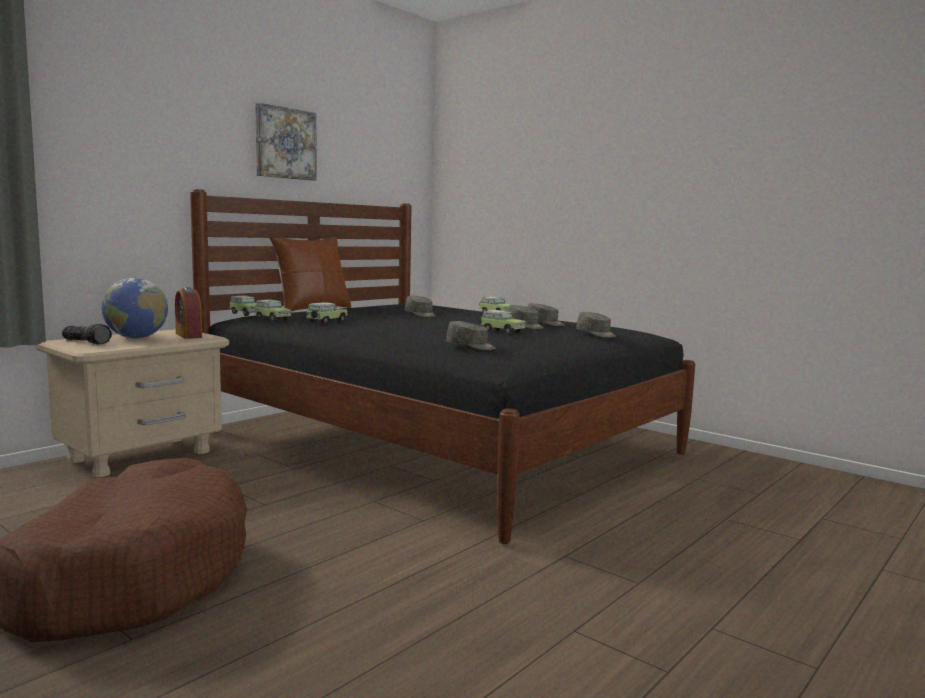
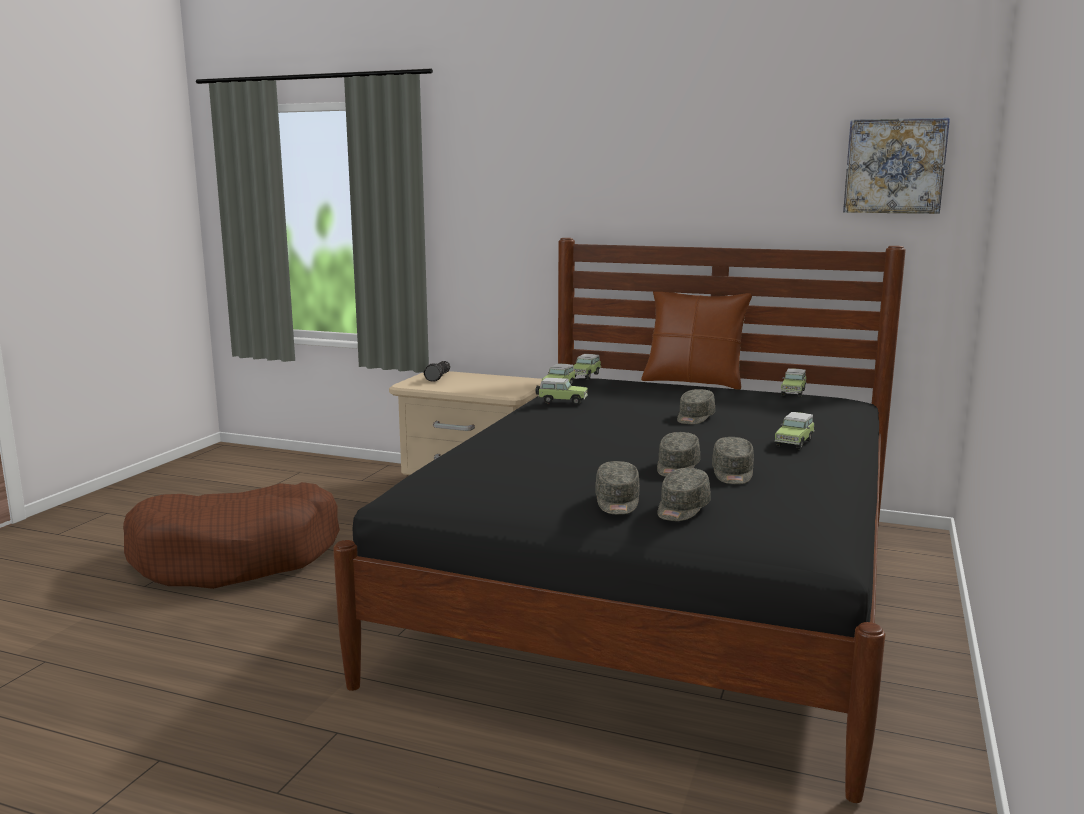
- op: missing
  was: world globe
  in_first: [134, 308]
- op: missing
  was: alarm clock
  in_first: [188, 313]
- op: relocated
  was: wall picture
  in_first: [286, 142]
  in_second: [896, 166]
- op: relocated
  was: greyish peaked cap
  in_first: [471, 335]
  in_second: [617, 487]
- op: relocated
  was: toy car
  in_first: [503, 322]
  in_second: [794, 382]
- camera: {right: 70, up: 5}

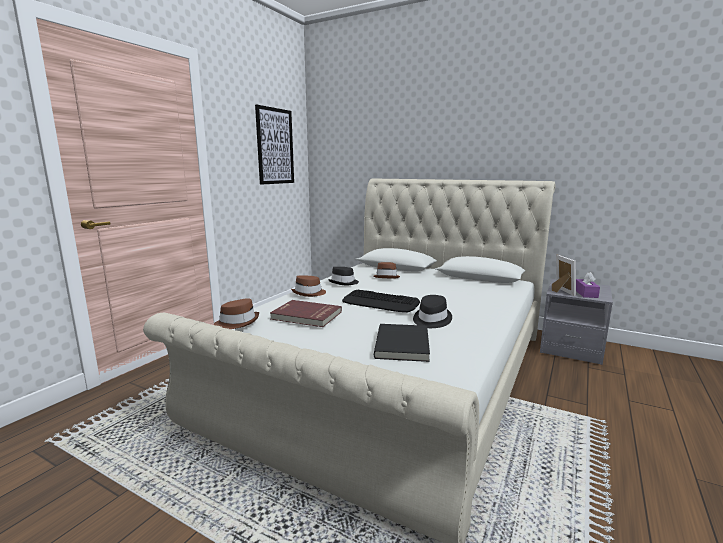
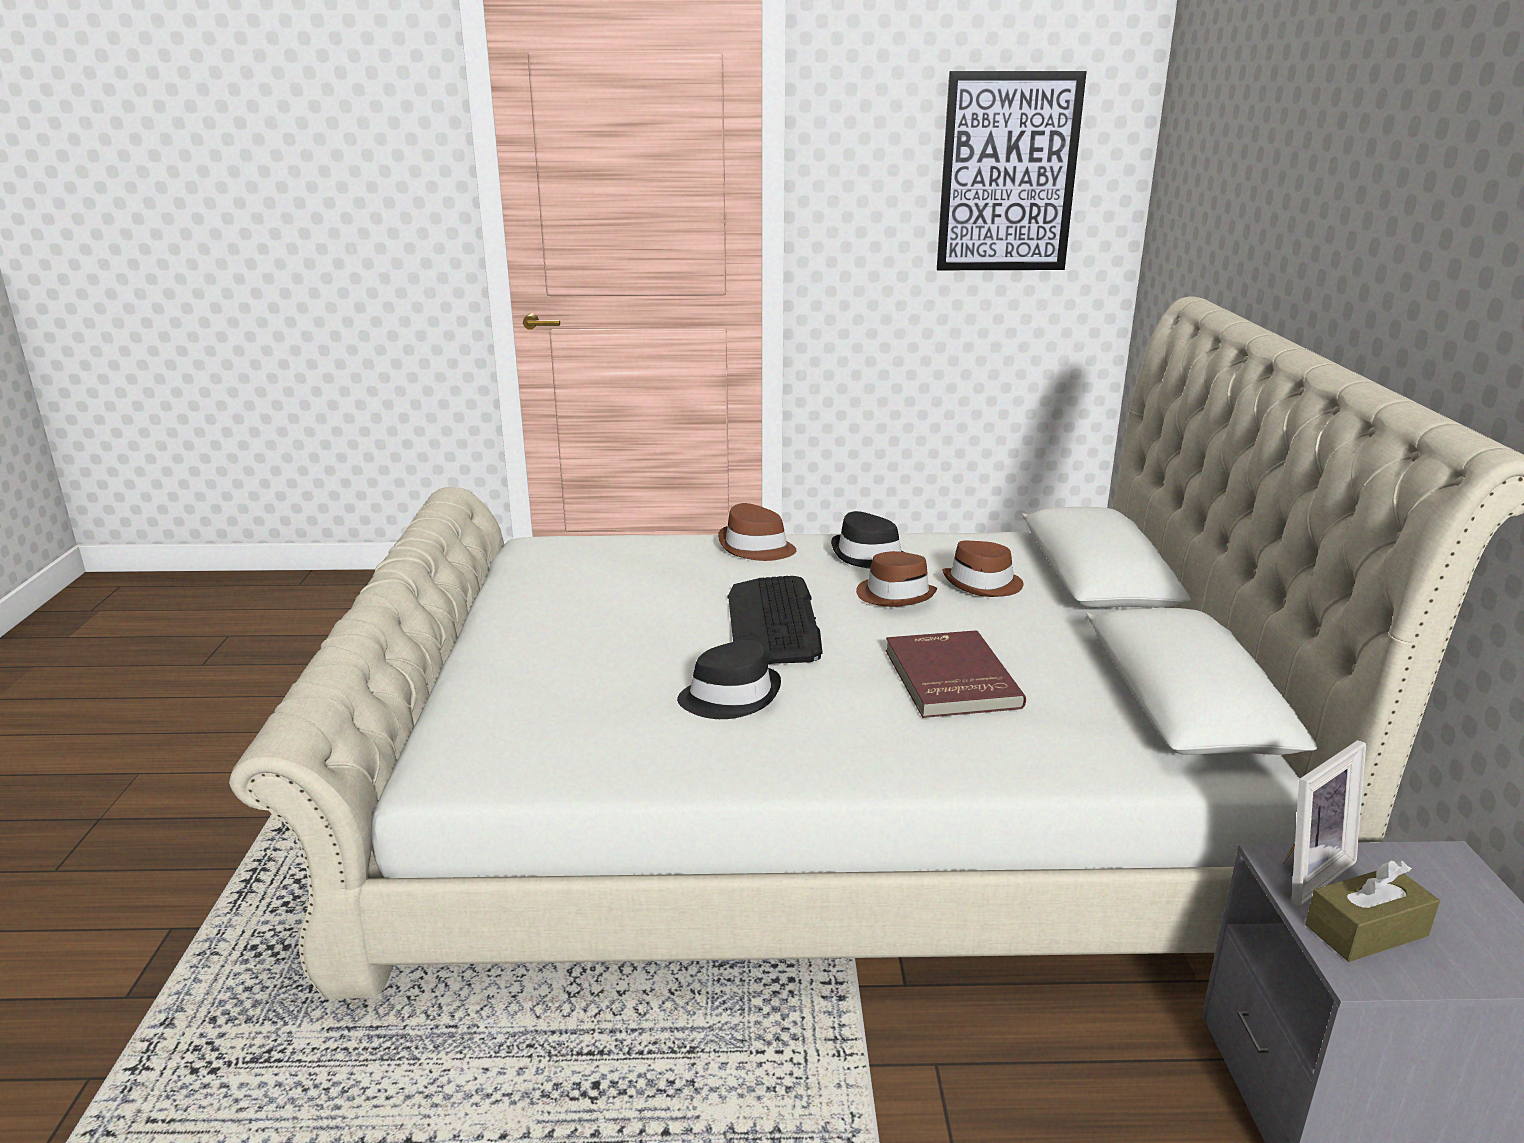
- op: relocated
  was: brown clothing hat
  in_first: [236, 313]
  in_second: [896, 579]
- op: relocated
  was: red-coloured bound book
  in_first: [306, 313]
  in_second: [956, 674]
- op: missing
  was: black-coloured bound book
  in_first: [402, 343]
- op: colour
  was: purplish tissue box
  now: brown tissue box
  in_first: [588, 285]
  in_second: [1372, 911]
- camera: {right: 60, up: 10}

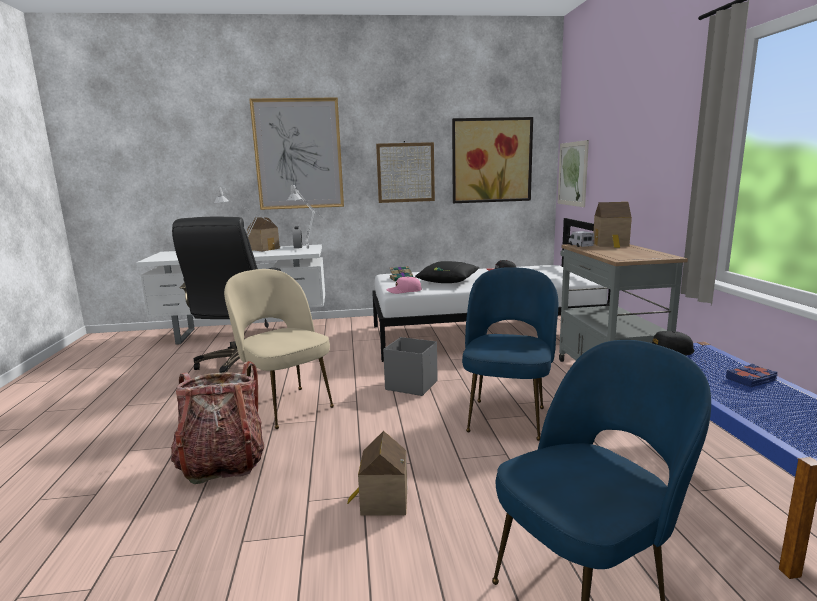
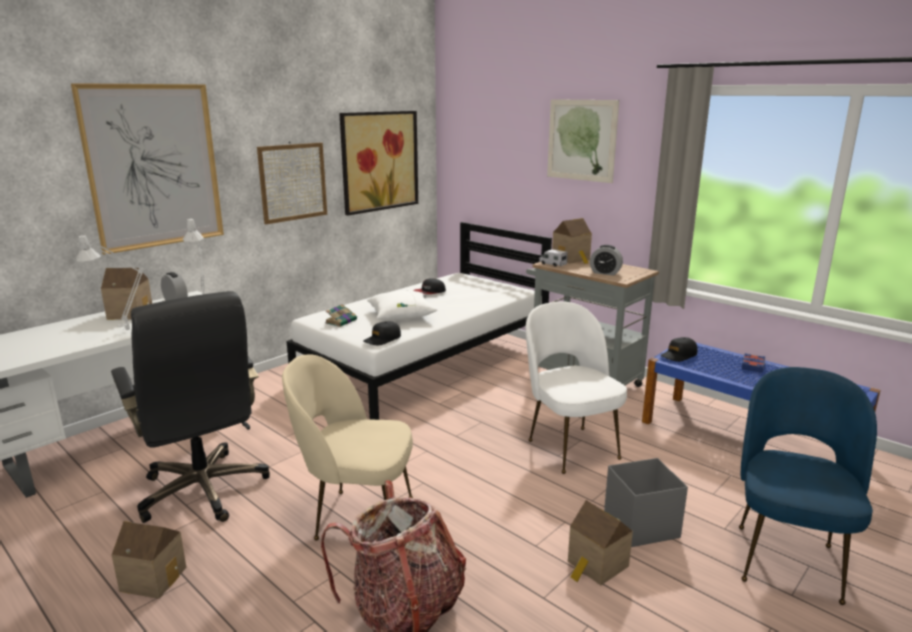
- op: relocated
  was: greyish storage bin
  in_first: [410, 366]
  in_second: [646, 502]
- op: colour
  was: pink peaked cap
  now: black-coloured peaked cap
  in_first: [404, 285]
  in_second: [382, 333]
- op: colour
  was: black-coloured cushion
  now: whitish cushion
  in_first: [447, 272]
  in_second: [402, 306]
- op: colour
  was: blue chair
  now: whitish chair
  in_first: [510, 354]
  in_second: [576, 387]
- op: relocated
  was: wall picture
  in_first: [573, 173]
  in_second: [583, 141]
- op: appeared
  now: toy house
  in_second: [149, 560]
- op: appeared
  now: alarm clock
  in_second: [606, 260]
- camera: {right: -40, up: 5}

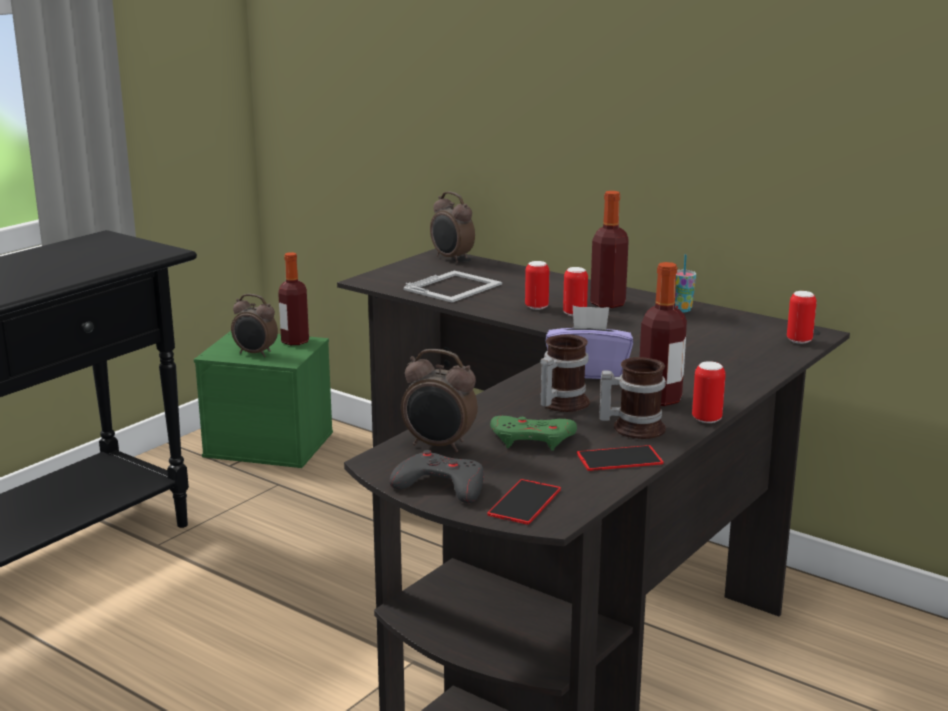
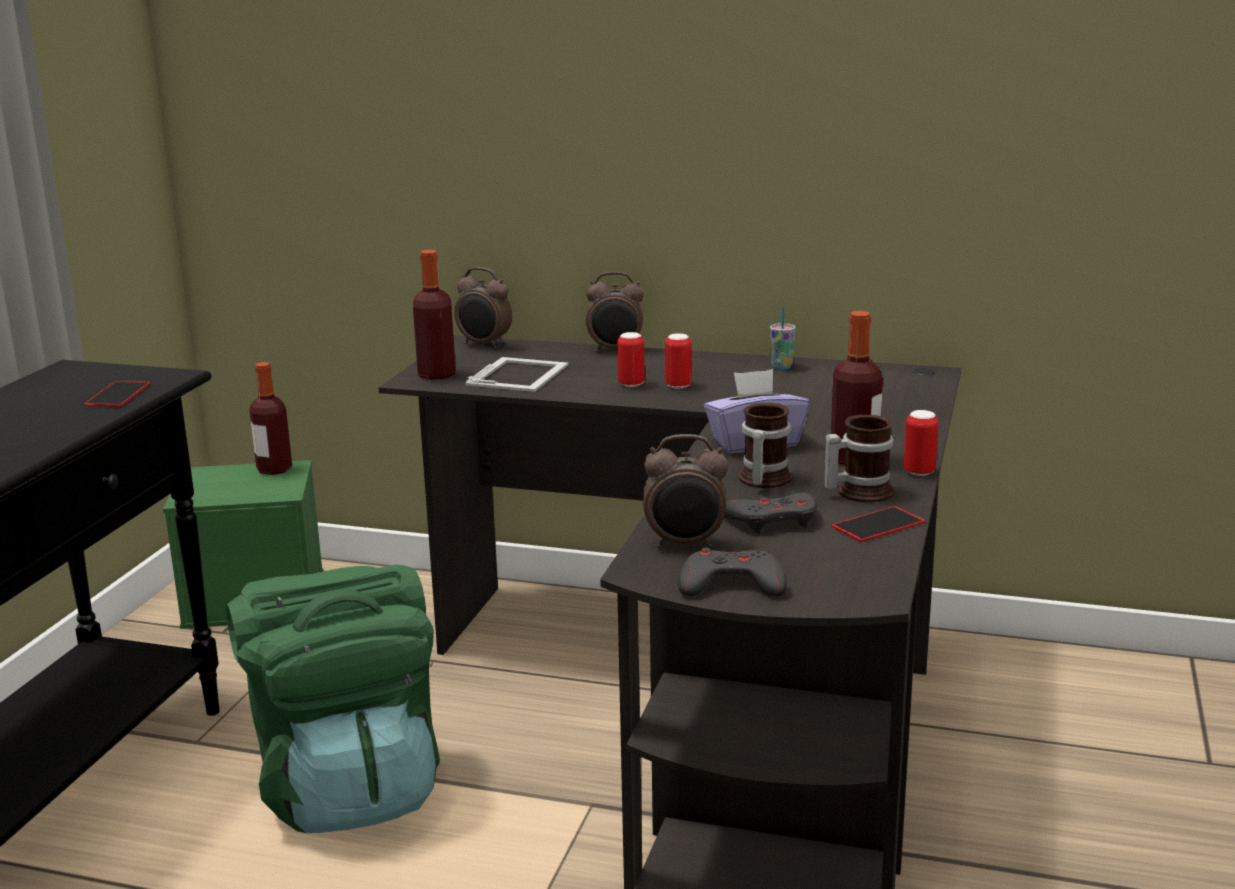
- op: relocated
  was: alarm clock
  in_first: [254, 325]
  in_second: [615, 312]
- op: relocated
  was: handset
  in_first: [524, 502]
  in_second: [117, 393]
- op: colour
  was: greenish game controller
  now: greyish game controller
  in_first: [533, 433]
  in_second: [770, 513]
- op: relocated
  was: bottle
  in_first: [609, 249]
  in_second: [434, 315]
- op: missing
  was: metal can
  in_first: [802, 317]
- op: appeared
  now: greenish rucksack
  in_second: [333, 699]
- camera: {right: -20, up: 0}

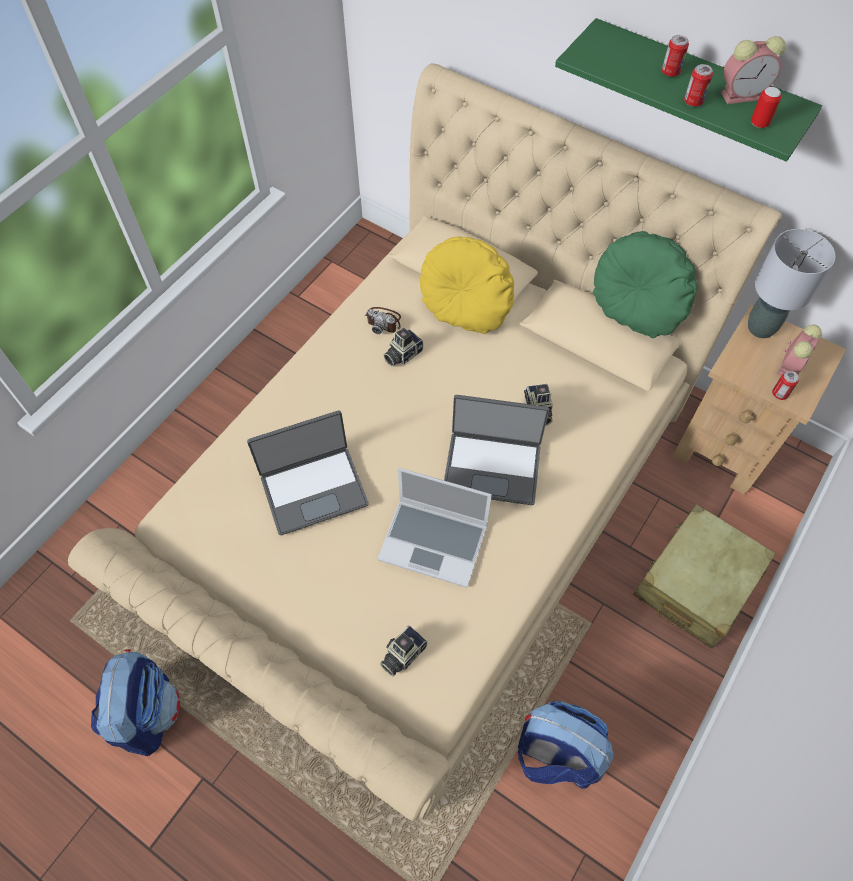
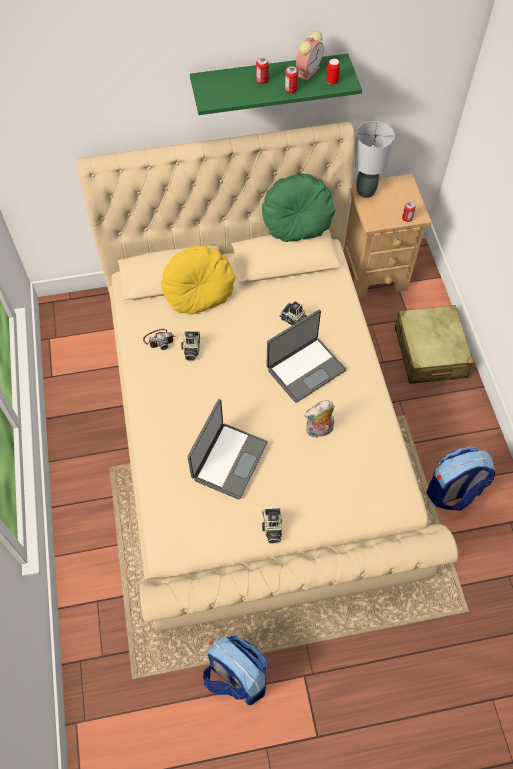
- op: exchanged
  was: portable computer
  now: plush toy
  in_first: [434, 528]
  in_second: [319, 419]
- op: relocated
  was: photo camera
  in_first: [403, 651]
  in_second: [272, 526]
- op: missing
  was: alarm clock
  in_first: [799, 350]
- camera: {right: -45, up: 0}

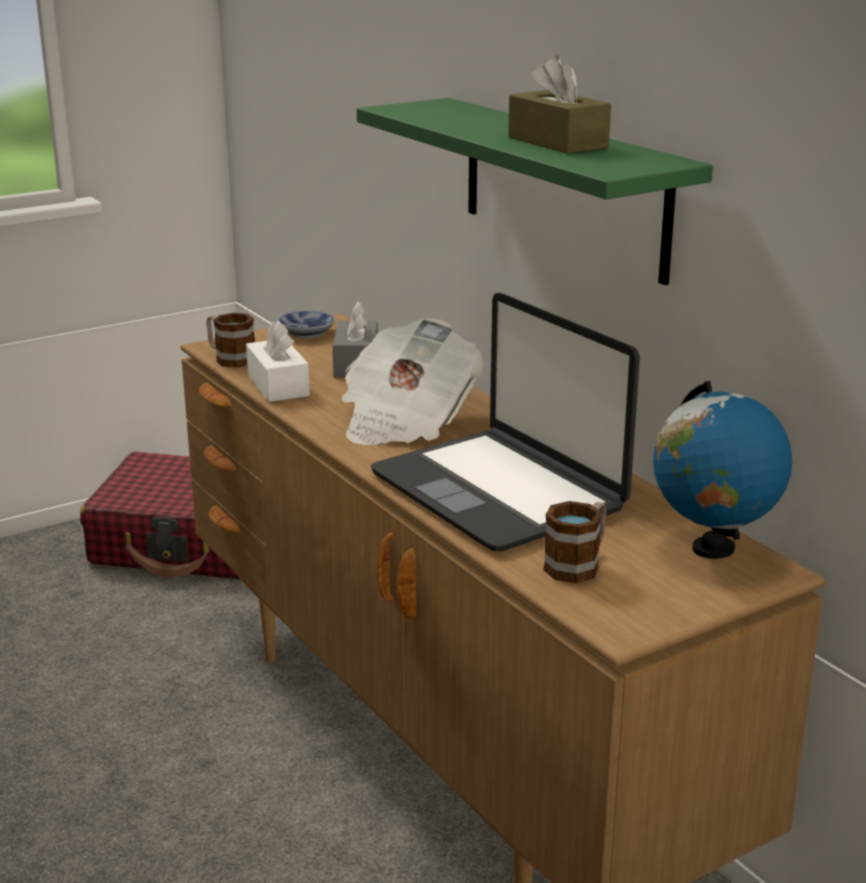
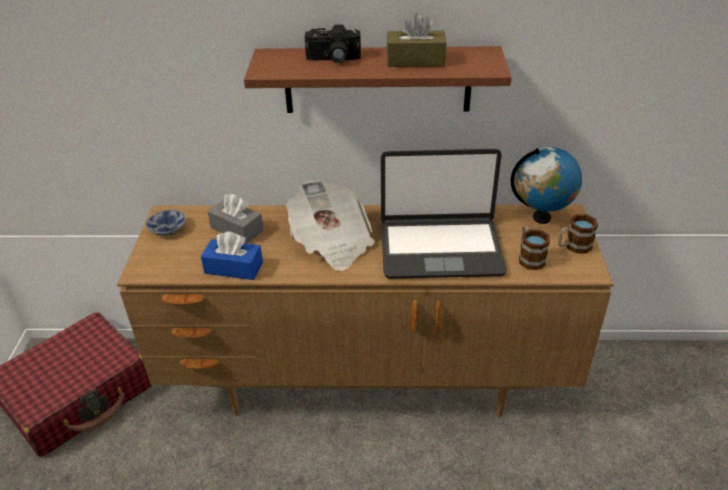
- op: relocated
  was: mug
  in_first: [230, 340]
  in_second: [578, 234]
- op: colour
  was: whitish tissue box
  now: blue tissue box
  in_first: [278, 361]
  in_second: [232, 255]
- op: colour
  was: greenish wall shelf
  now: brown wall shelf
  in_first: [535, 191]
  in_second: [378, 79]
- op: appeared
  now: photo camera
  in_second: [333, 43]
- camera: {right: -55, up: 15}

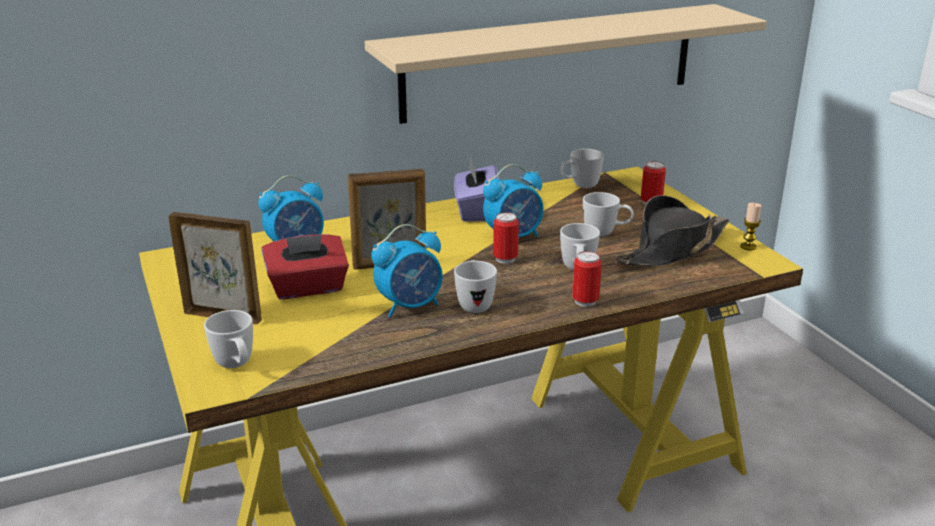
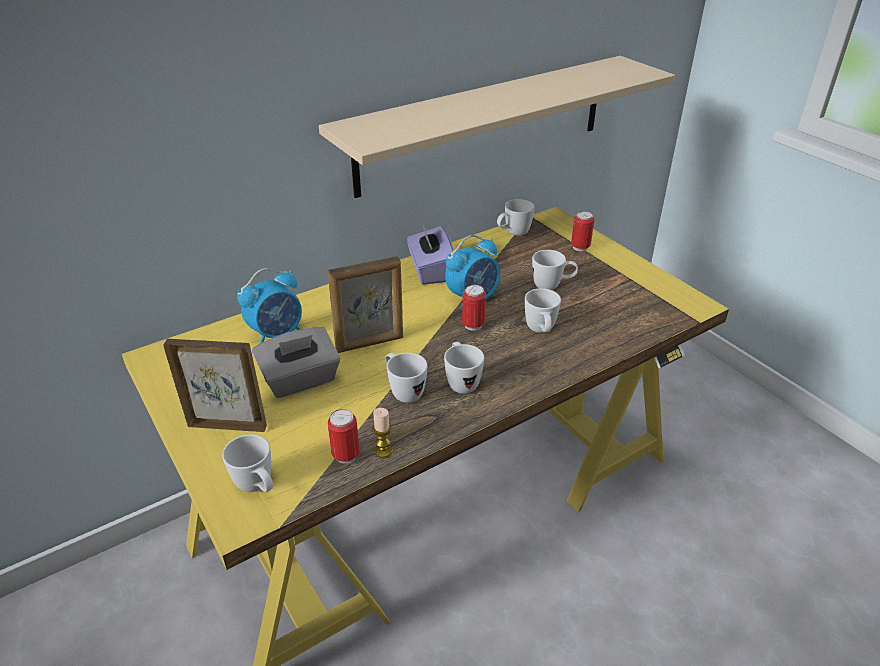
- op: colour
  was: red-coloured tissue box
  now: greyish tissue box
  in_first: [305, 266]
  in_second: [296, 362]
- op: exchanged
  was: alarm clock
  now: whitish mug
  in_first: [407, 270]
  in_second: [406, 378]
- op: relocated
  was: metal can
  in_first: [587, 279]
  in_second: [344, 436]
- op: missing
  was: black-coloured clothing hat
  in_first: [672, 231]
- op: relocated
  was: candle
  in_first: [750, 226]
  in_second: [382, 433]
- camera: {right: -10, up: 10}

